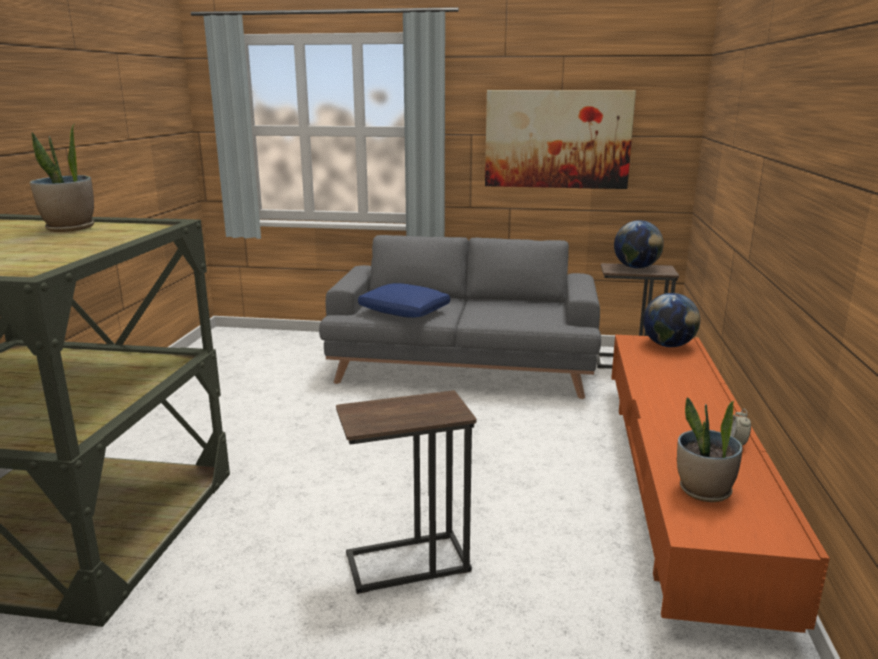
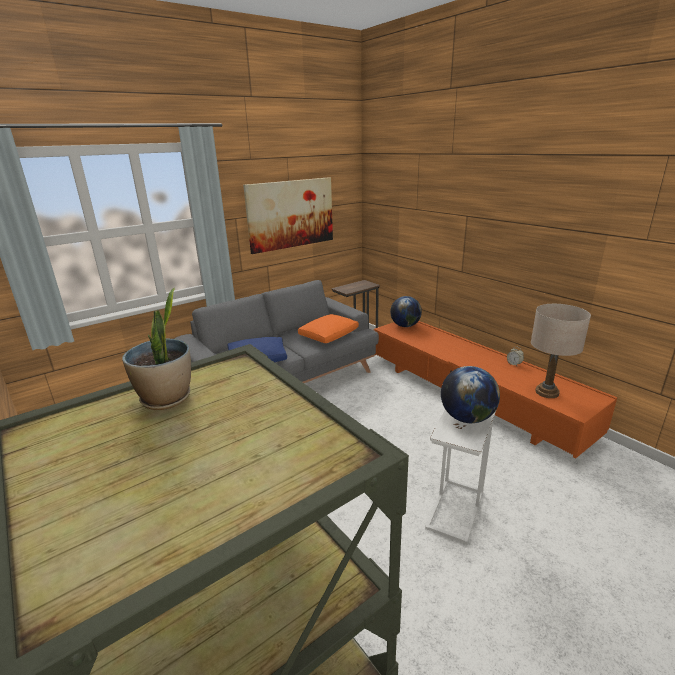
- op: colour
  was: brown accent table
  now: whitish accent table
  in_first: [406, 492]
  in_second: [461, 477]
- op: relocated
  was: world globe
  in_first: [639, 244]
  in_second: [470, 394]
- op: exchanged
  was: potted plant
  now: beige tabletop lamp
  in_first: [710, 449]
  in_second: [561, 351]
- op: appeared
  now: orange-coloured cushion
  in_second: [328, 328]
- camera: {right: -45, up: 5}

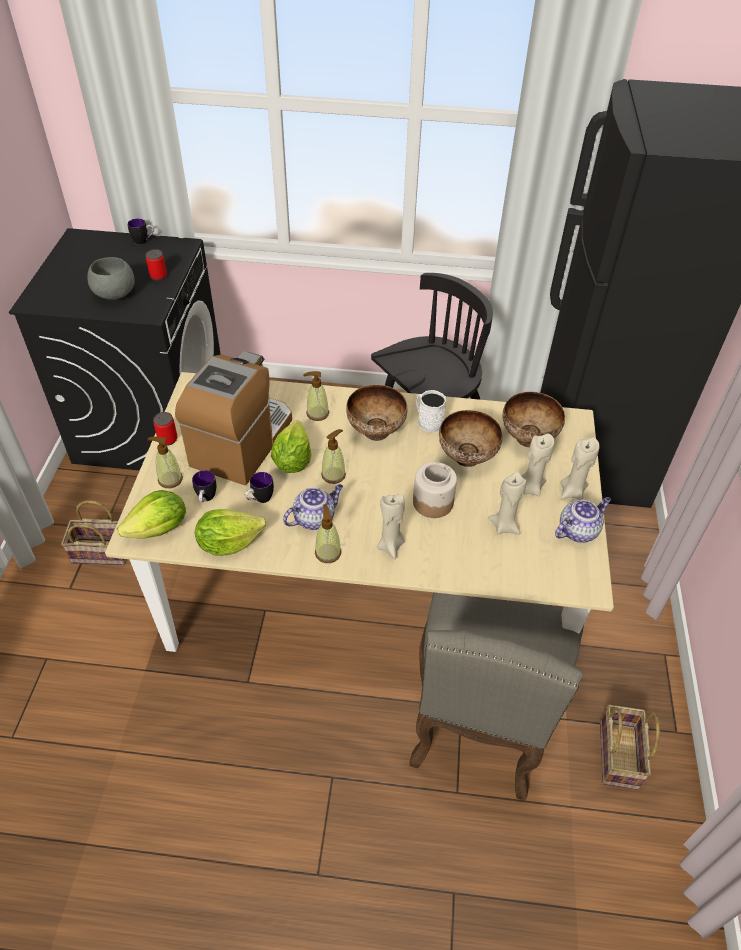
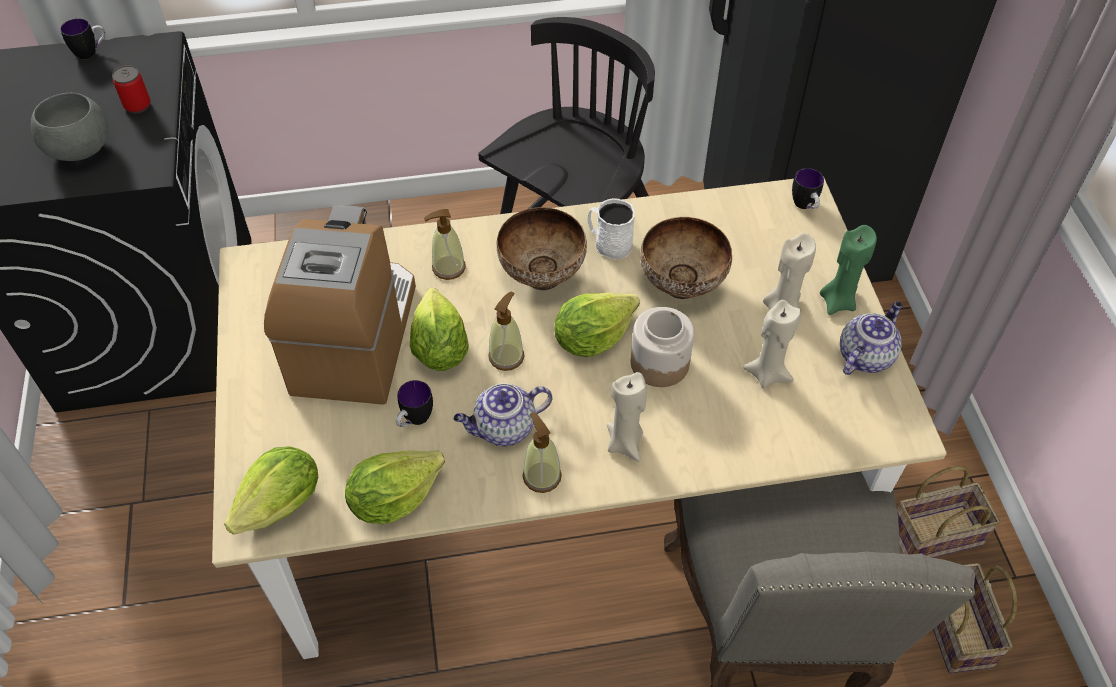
- op: relocated
  was: basket
  in_first: [94, 532]
  in_second: [948, 512]
- op: missing
  was: soap dispenser
  in_first: [165, 462]
- op: missing
  was: metal can
  in_first: [165, 429]
- op: relocated
  was: mug
  in_first: [204, 486]
  in_second: [808, 188]
- op: spun
  was: pot for tea
  in_first: [313, 507]
  in_second: [502, 414]
  clockwise: -150
- op: missing
  was: deep dish
  in_first: [534, 420]
- op: colour
  was: beige candle
  now: greenish candle
  in_first: [580, 468]
  in_second: [848, 270]
- op: appeared
  now: lettuce head
  in_second: [597, 324]
- camera: {right: -15, up: 5}

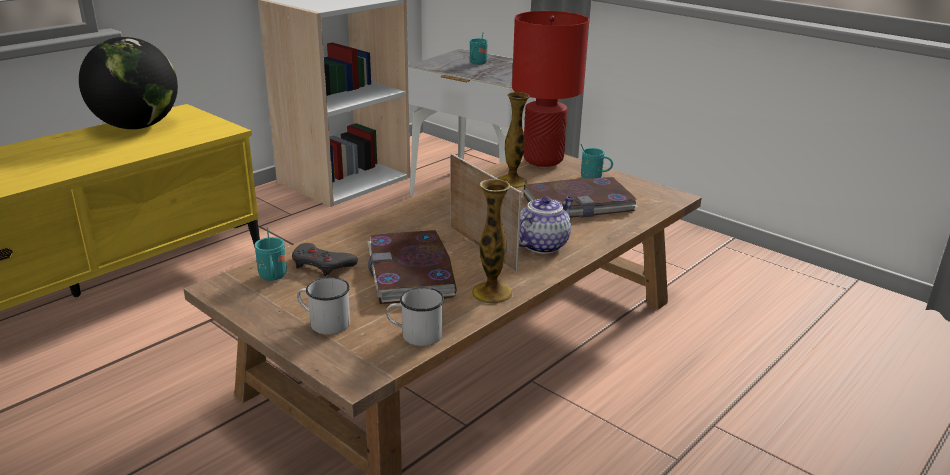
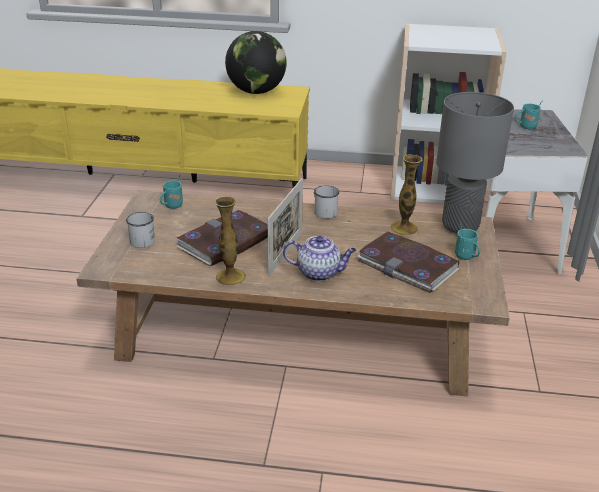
- op: missing
  was: greyish game controller
  in_first: [325, 259]
- op: relocated
  was: whitish mug
  in_first: [415, 316]
  in_second: [326, 202]
- op: colour
  was: red-coloured tabletop lamp
  now: greyish tabletop lamp
  in_first: [550, 89]
  in_second: [475, 162]
- camera: {right: 55, up: 5}

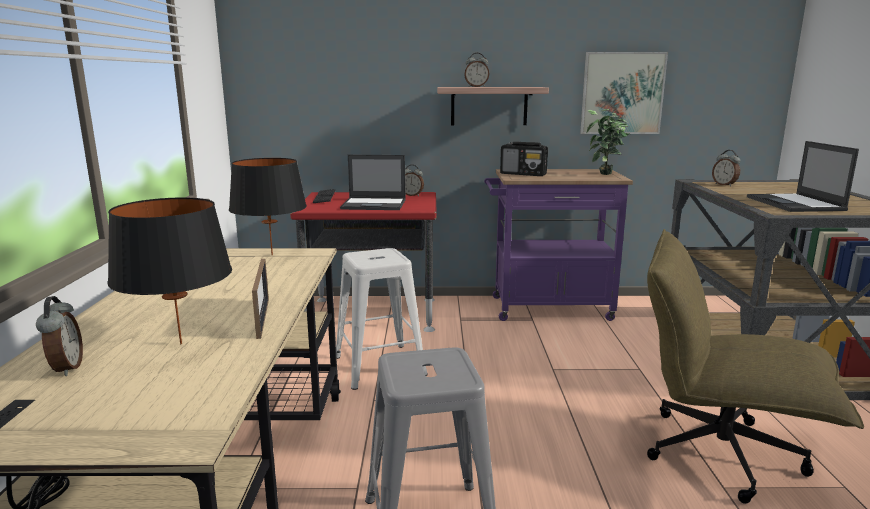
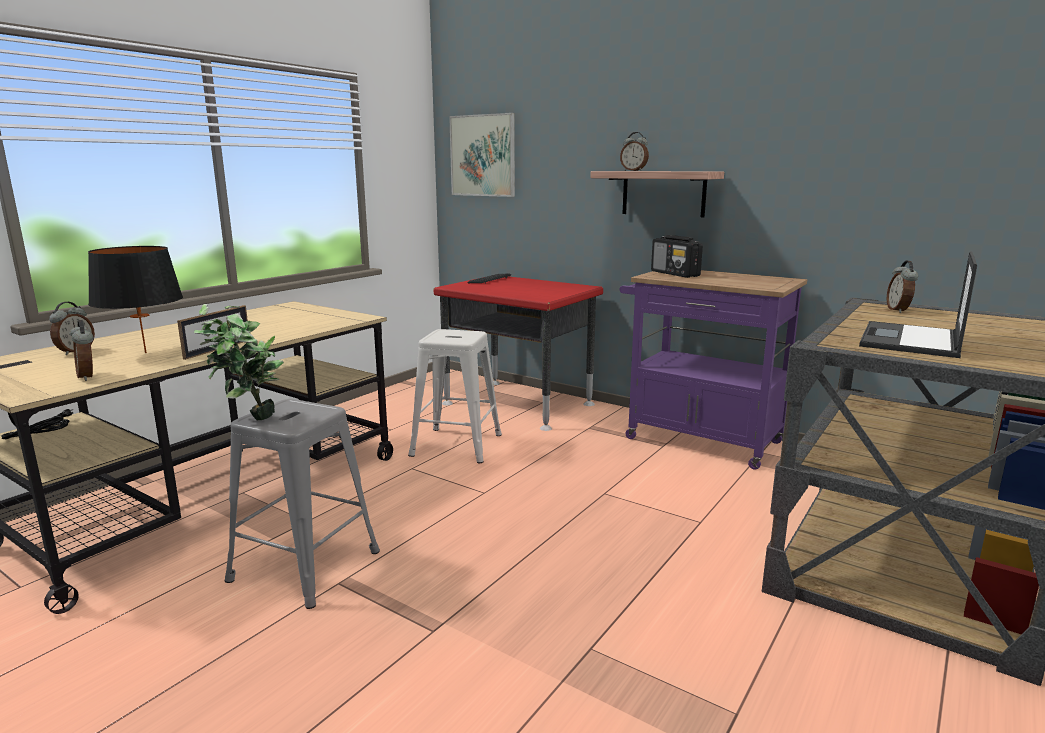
- op: missing
  was: black-coloured tabletop lamp
  in_first: [268, 206]
- op: missing
  was: portable computer
  in_first: [373, 182]
- op: relocated
  was: alarm clock
  in_first: [414, 180]
  in_second: [81, 350]
- op: relocated
  was: wall picture
  in_first: [624, 93]
  in_second: [482, 155]
- op: relocated
  was: potted plant
  in_first: [607, 142]
  in_second: [238, 362]
- op: missing
  was: beige computer chair
  in_first: [755, 366]
- camera: {right: 35, up: 0}

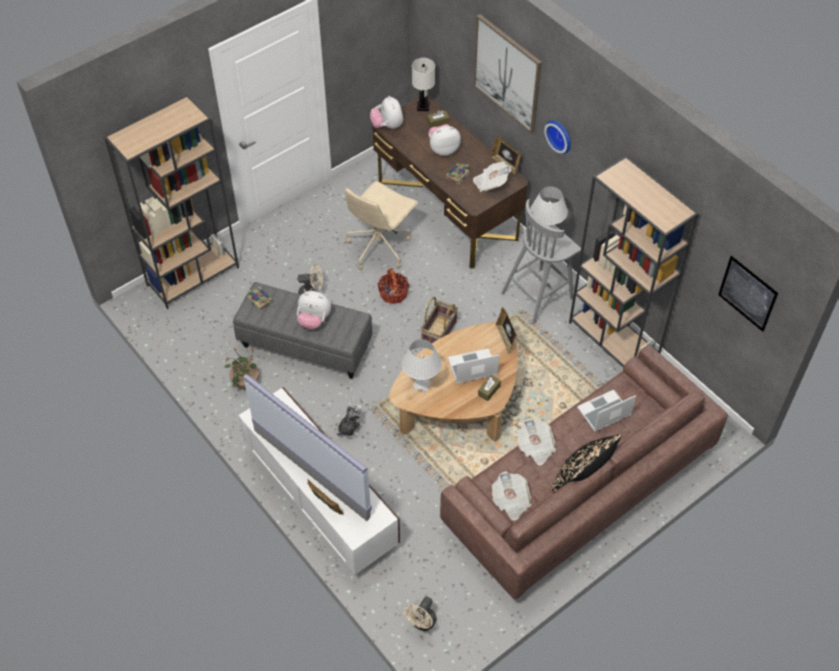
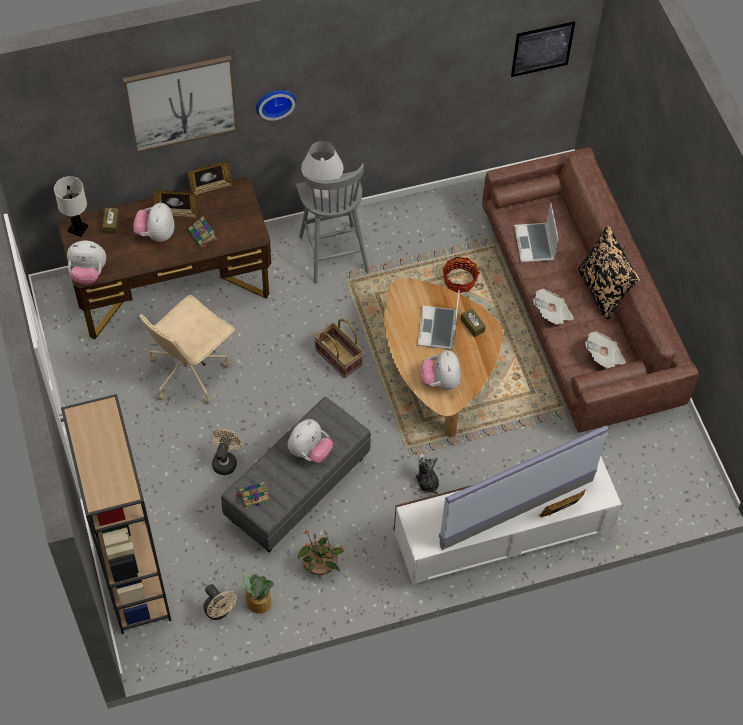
- op: spun
  was: beige computer chair
  in_first: [381, 225]
  in_second: [187, 349]
  clockwise: 75
- op: relocated
  was: basket
  in_first: [393, 286]
  in_second: [461, 275]
- op: exchanged
  was: whitish tabletop lamp
  now: plush toy
  in_first: [422, 366]
  in_second: [440, 370]
- op: relocated
  was: beige cooling fan
  in_first: [420, 614]
  in_second: [220, 602]
- op: missing
  was: daily paper
  in_first: [492, 176]
- op: relocated
  was: picture frame
  in_first: [506, 330]
  in_second: [175, 204]
- op: missing
  was: bookshelf
  in_first: [634, 261]
- op: appeared
  now: potted plant
  in_second: [257, 594]
- camera: {right: -70, up: 5}

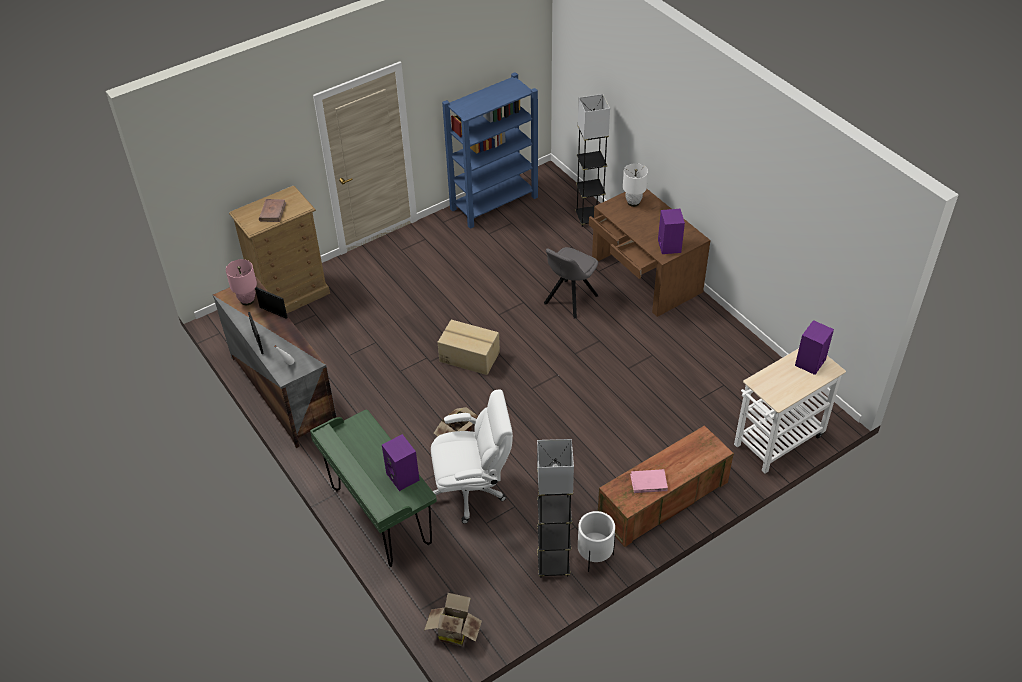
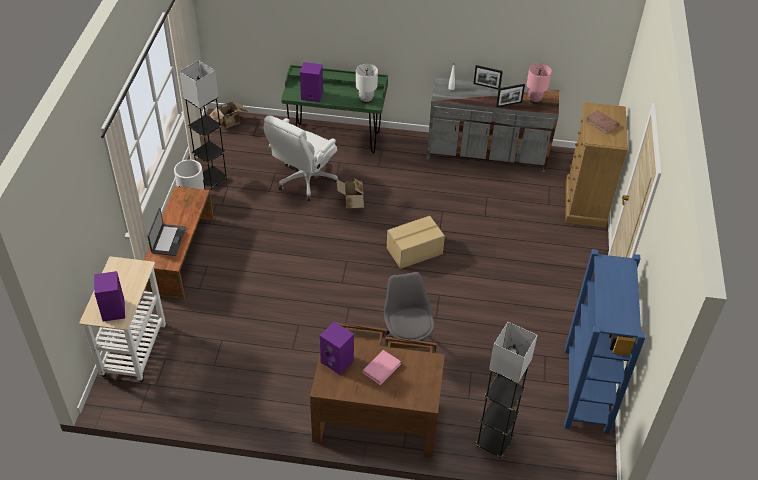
- op: relocated
  was: whitish tabletop lamp
  in_first: [635, 185]
  in_second: [367, 84]
- op: relocated
  was: pink bound book
  in_first: [649, 481]
  in_second: [381, 367]
- op: appeared
  now: portable computer
  in_second: [166, 232]
- camera: {right: 130, up: 0}

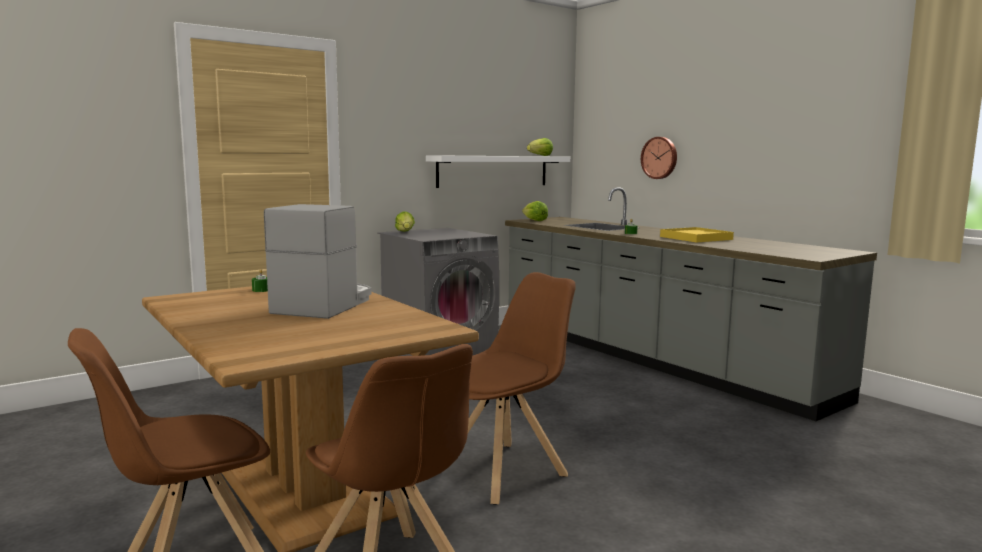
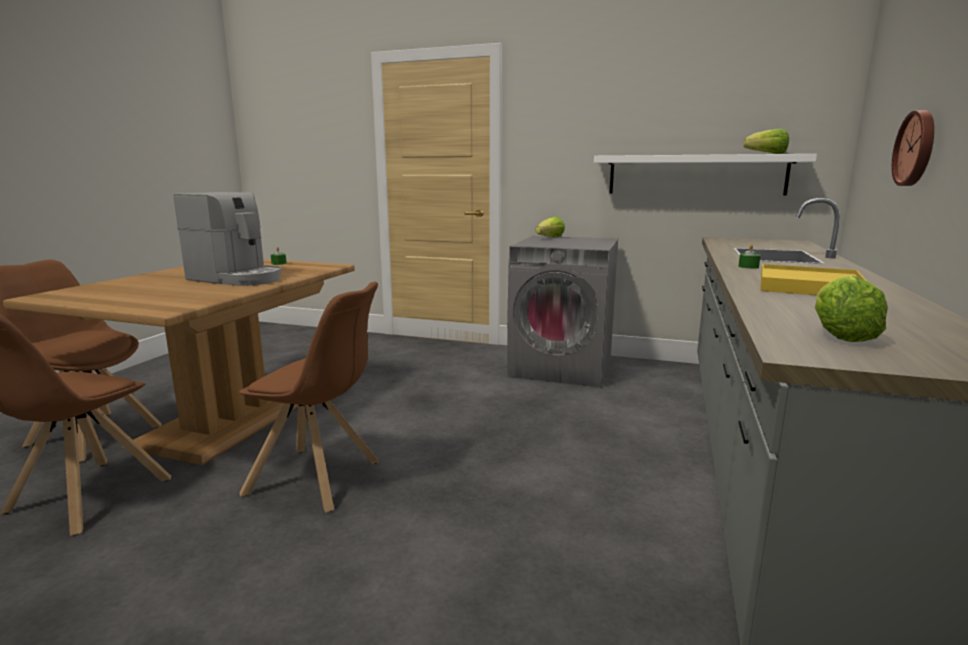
- op: spun
  was: coffee brewer
  in_first: [318, 261]
  in_second: [227, 239]
  clockwise: 45
- op: relocated
  was: lettuce head
  in_first: [535, 211]
  in_second: [851, 308]
- camera: {right: 55, up: 5}

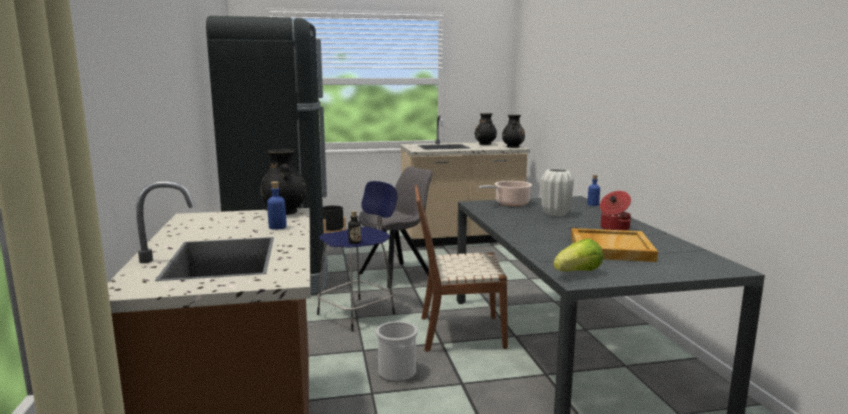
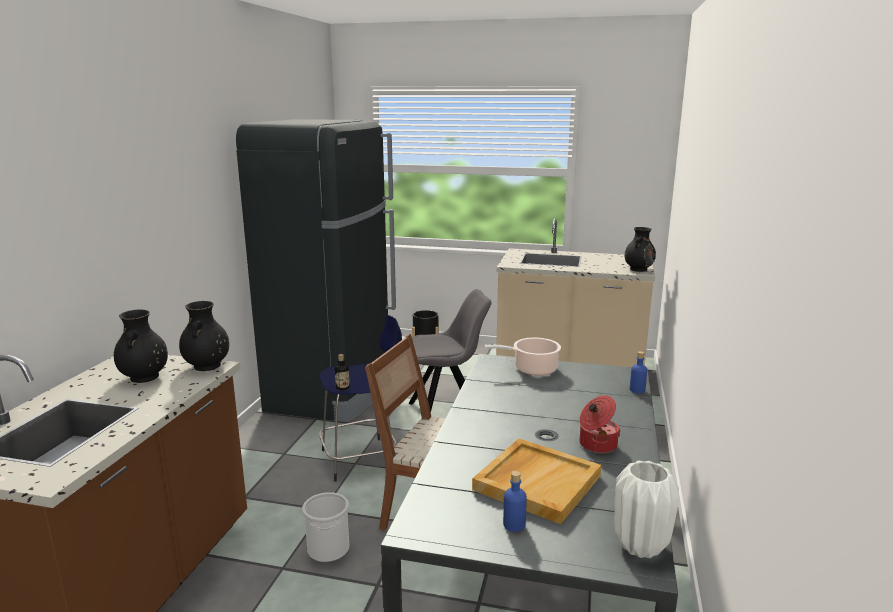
- op: relocated
  was: blue bottle
  in_first: [277, 205]
  in_second: [515, 501]
- op: relocated
  was: black-coloured decorative vase
  in_first: [486, 129]
  in_second: [141, 346]
- op: relocated
  was: whitish decorative vase
  in_first: [557, 192]
  in_second: [646, 509]
- op: missing
  was: lettuce head
  in_first: [578, 255]
- camera: {right: 25, up: 5}

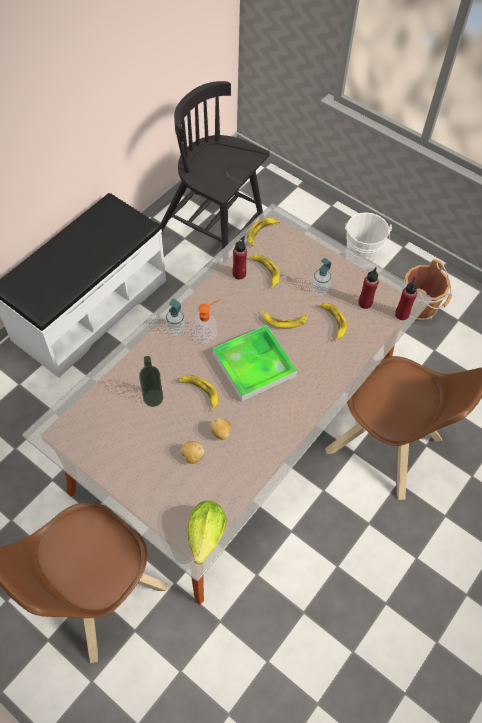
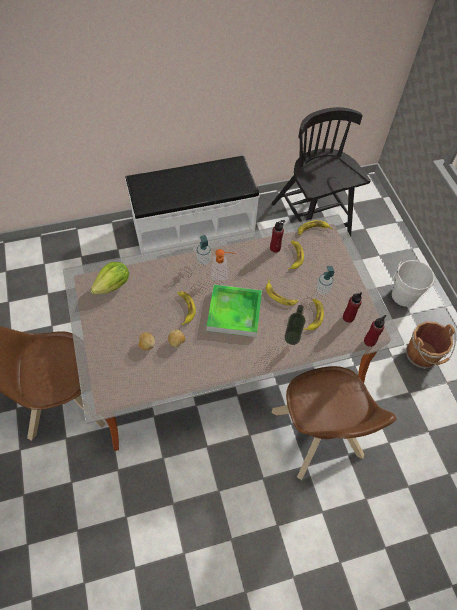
- op: relocated
  was: bottle
  in_first: [151, 381]
  in_second: [295, 325]
- op: relocated
  was: lettuce head
  in_first: [207, 532]
  in_second: [109, 278]
- camera: {right: 35, up: 0}

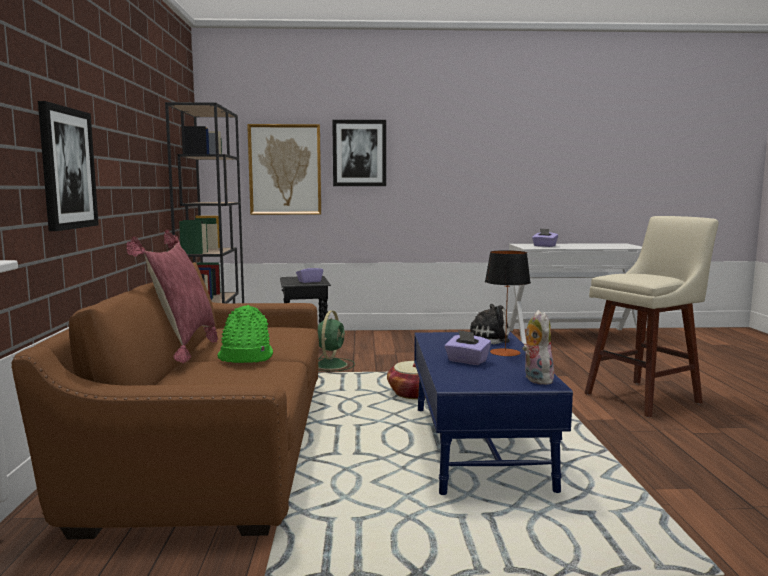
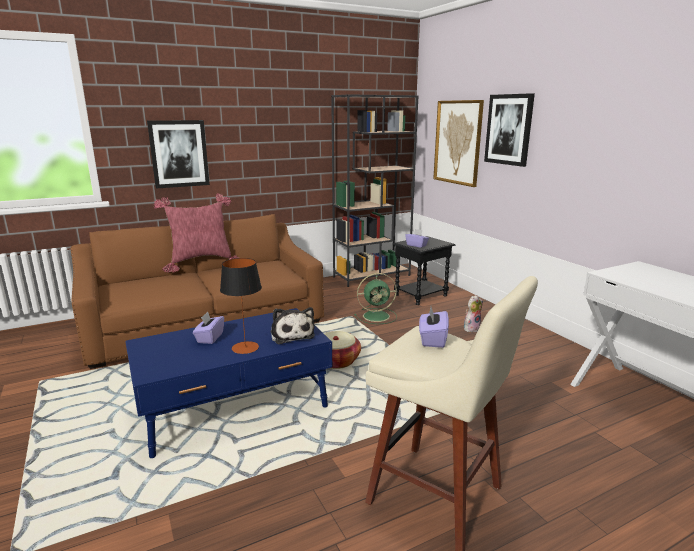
- op: missing
  was: greenish clothing hat
  in_first: [245, 334]
- op: relocated
  was: plush toy
  in_first: [538, 347]
  in_second: [473, 313]
- op: relocated
  was: purplish tissue box
  in_first: [545, 238]
  in_second: [434, 327]
- camera: {right: 65, up: 10}

